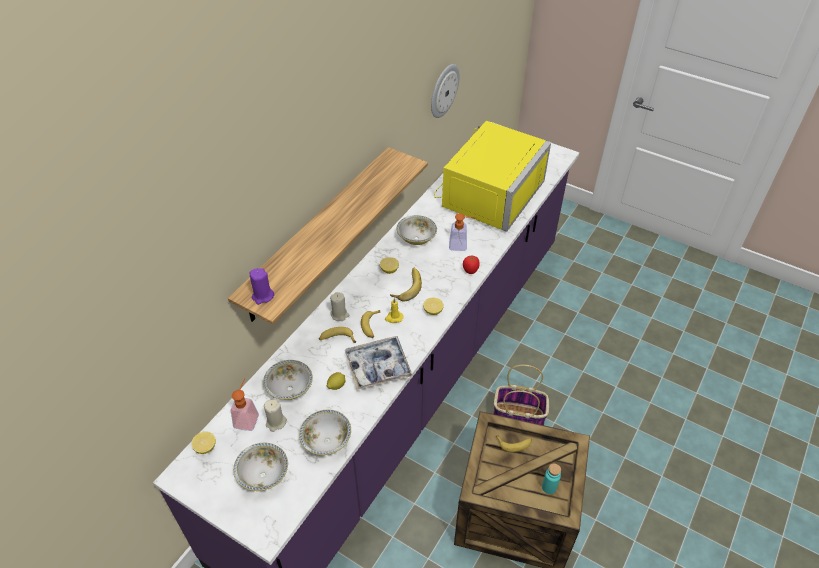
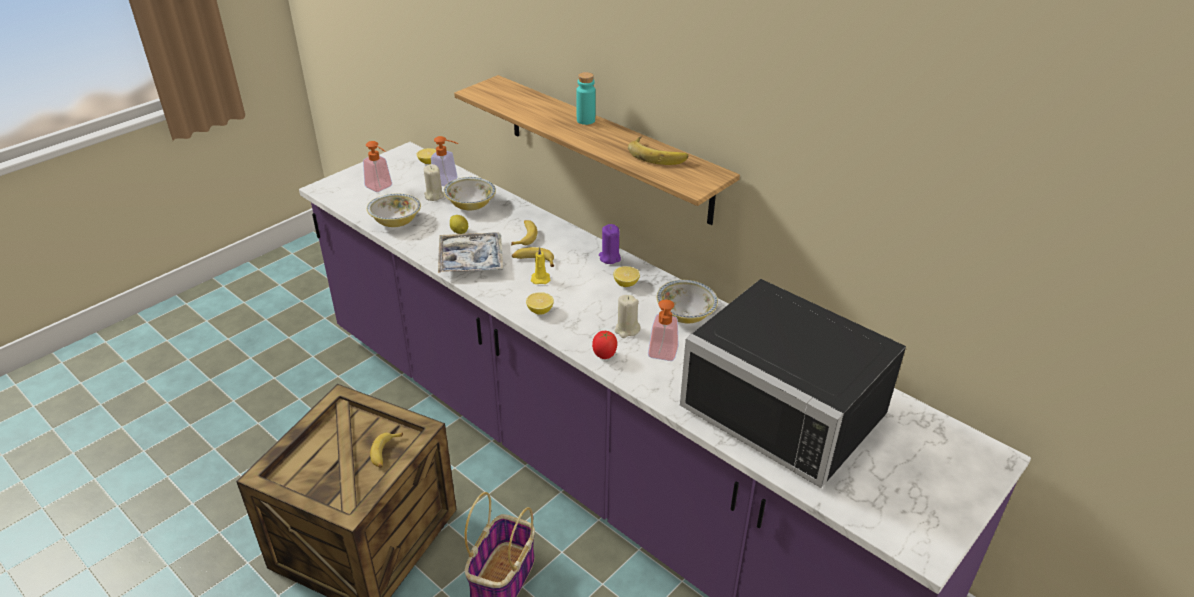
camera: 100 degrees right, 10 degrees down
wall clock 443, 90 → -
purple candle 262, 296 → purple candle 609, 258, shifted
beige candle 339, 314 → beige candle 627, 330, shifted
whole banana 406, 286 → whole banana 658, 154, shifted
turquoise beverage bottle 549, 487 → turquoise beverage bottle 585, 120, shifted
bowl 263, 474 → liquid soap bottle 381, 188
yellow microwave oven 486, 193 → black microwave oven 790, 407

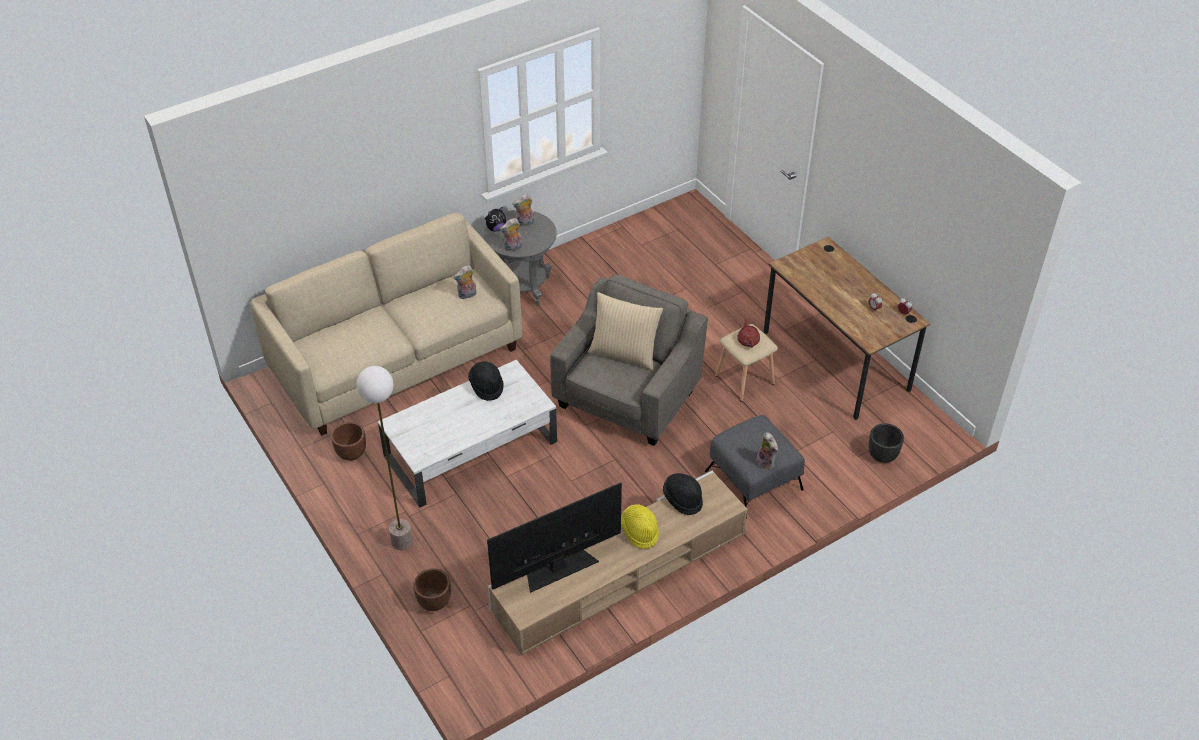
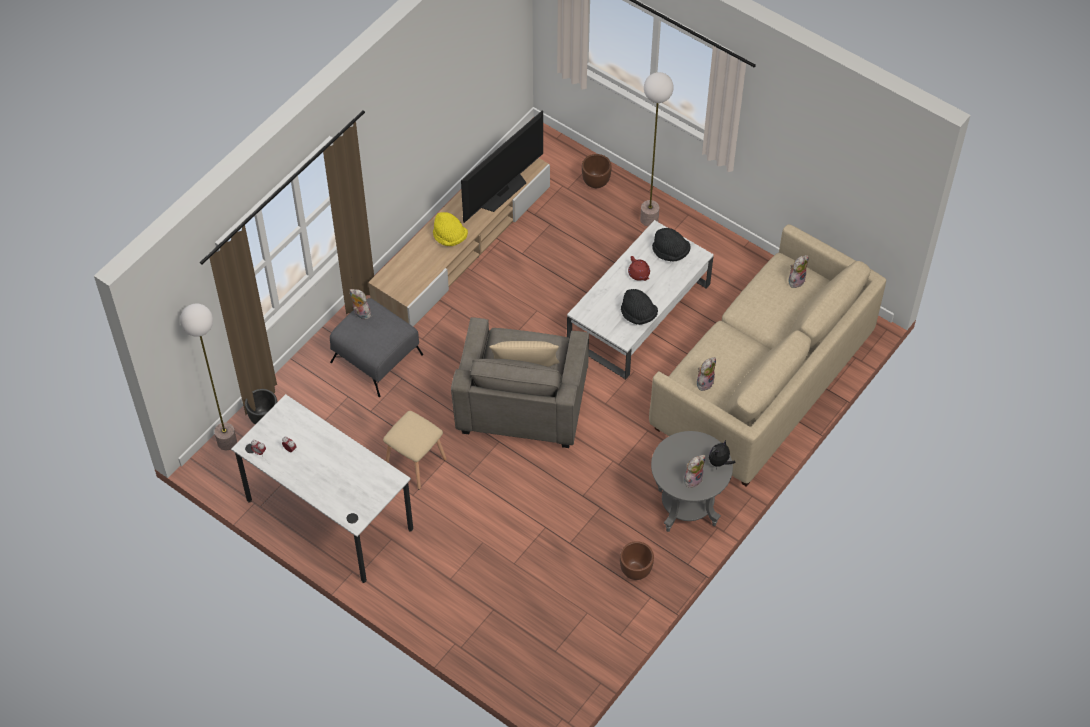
camera: 160 degrees right, 10 degrees up
- → standing lamp 227, 442
brown flower pot 351, 454 → brown flower pot 636, 571, shifted
soft toy 512, 248 → soft toy 796, 280, shifted
black clothing hat 683, 499 → black clothing hat 670, 252, shifted
red-coloured pot for tea 748, 340 → red-coloured pot for tea 639, 274, shifted
brown desk 835, 361 → whitish desk 329, 514

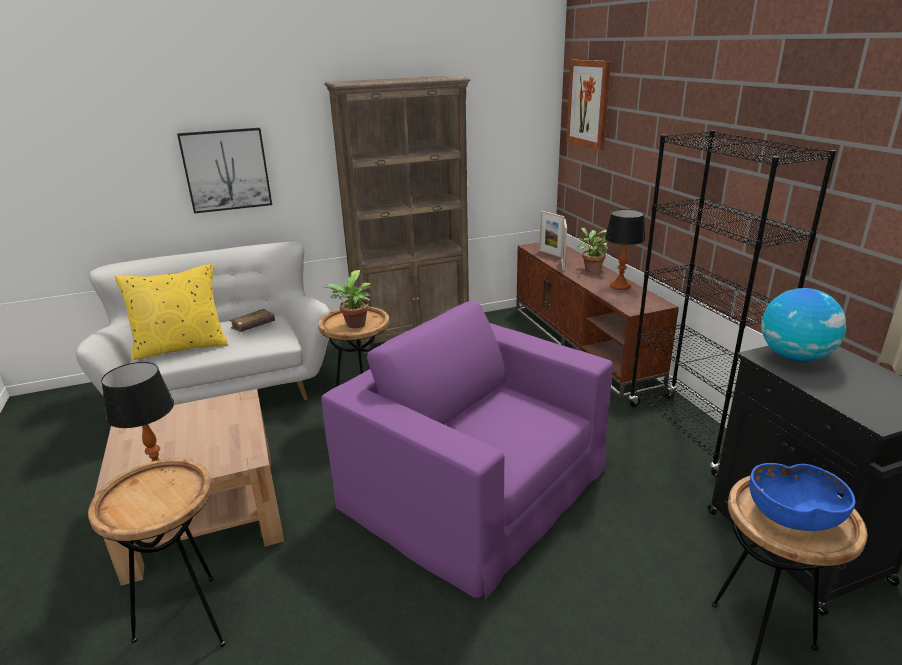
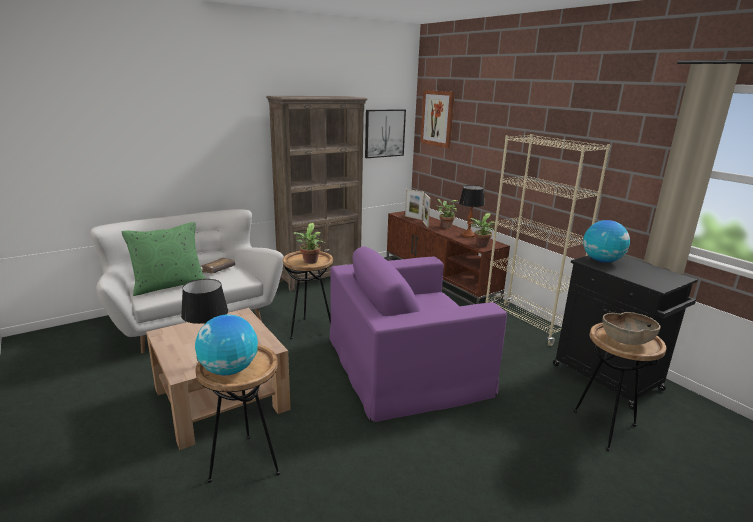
camera: 15 degrees left, 5 degrees down
- → globe 229, 370
- → houseplant 481, 245
wall art 226, 170 → wall art 384, 133, shifted
yellow cushion 181, 347 → green-coloured cushion 169, 285
black bookcase 690, 433 → beige bookcase 526, 324
bluish bowl 793, 517 → brown bowl 626, 341
purple armchair 474, 485 → purple armchair 406, 364, 45 degrees counterclockwise

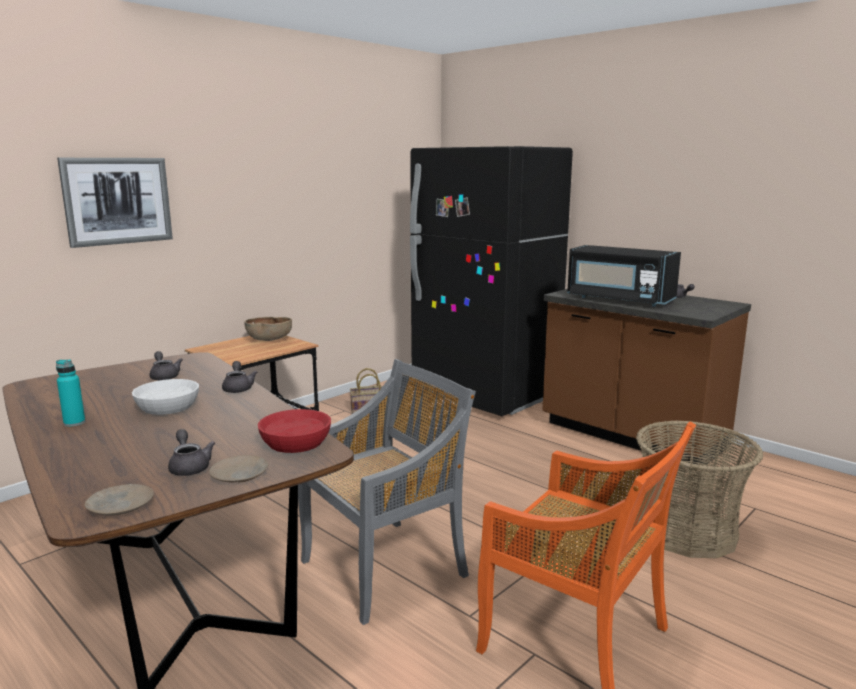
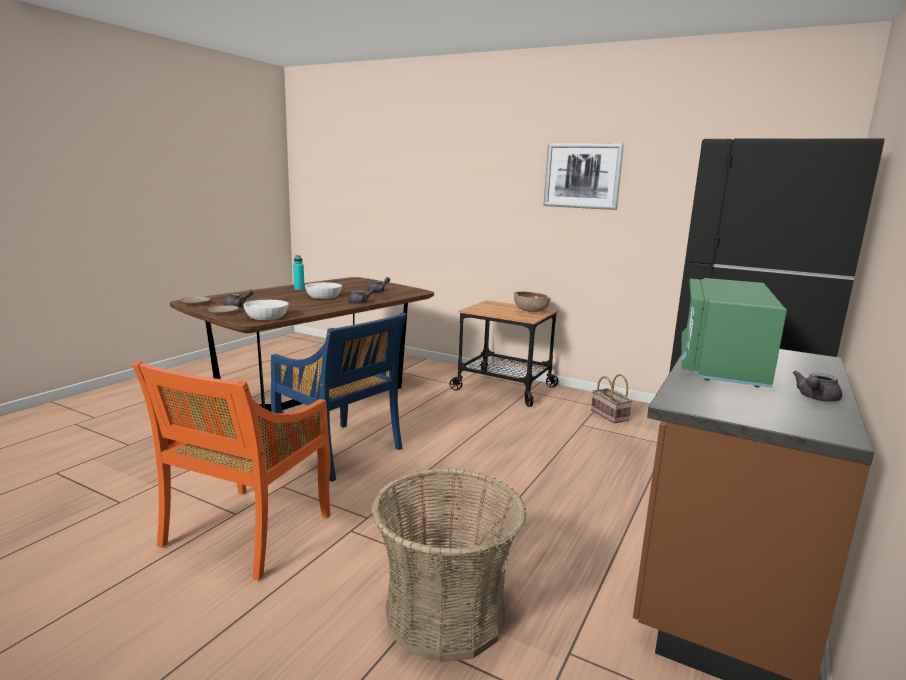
camera: 75 degrees right, 0 degrees up
wall art 117, 201 → wall art 582, 176, shifted
red-coloured bowl 295, 442 → whitish bowl 267, 317
gray upright chair 386, 567 → bluish upright chair 340, 451
black microwave oven 619, 299 → green-coloured microwave oven 721, 365

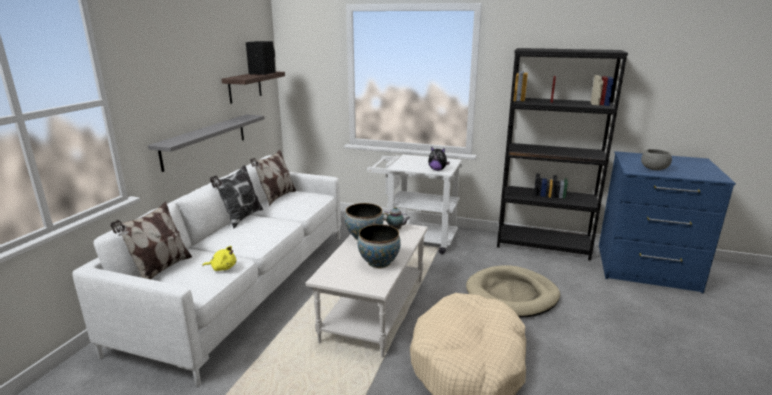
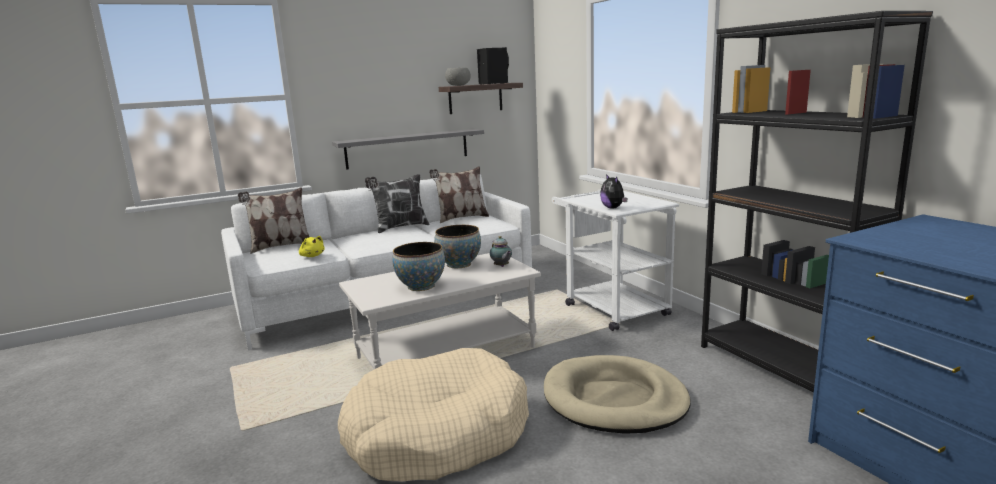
camera: 45 degrees right, 5 degrees down
gray bowl 654, 169 → gray bowl 458, 85, shifted

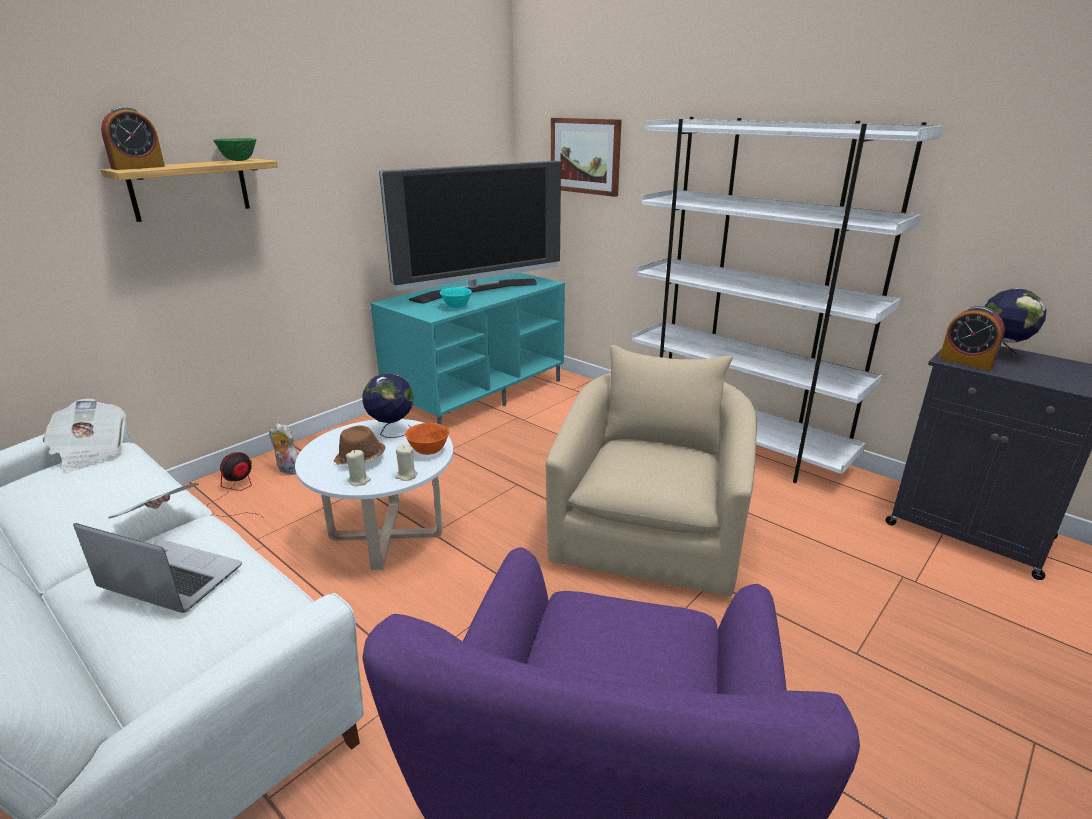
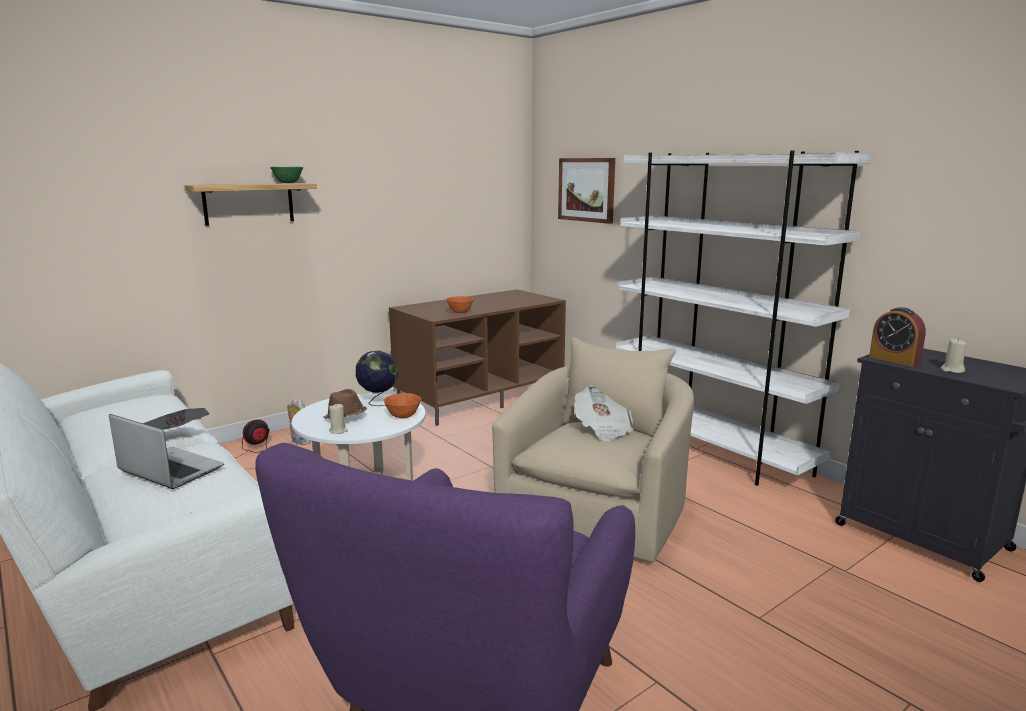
camera: 10 degrees right, 10 degrees down
table clock 138, 167 → -
television 477, 291 → -
globe 1000, 354 → -
printed paper 91, 452 → printed paper 603, 429, shifted
beige candle 406, 476 → beige candle 952, 370, shifted
turquoise tv unit 477, 393 → brown tv unit 481, 397
turquoise bowl 456, 307 → orange-coloured bowl 459, 312

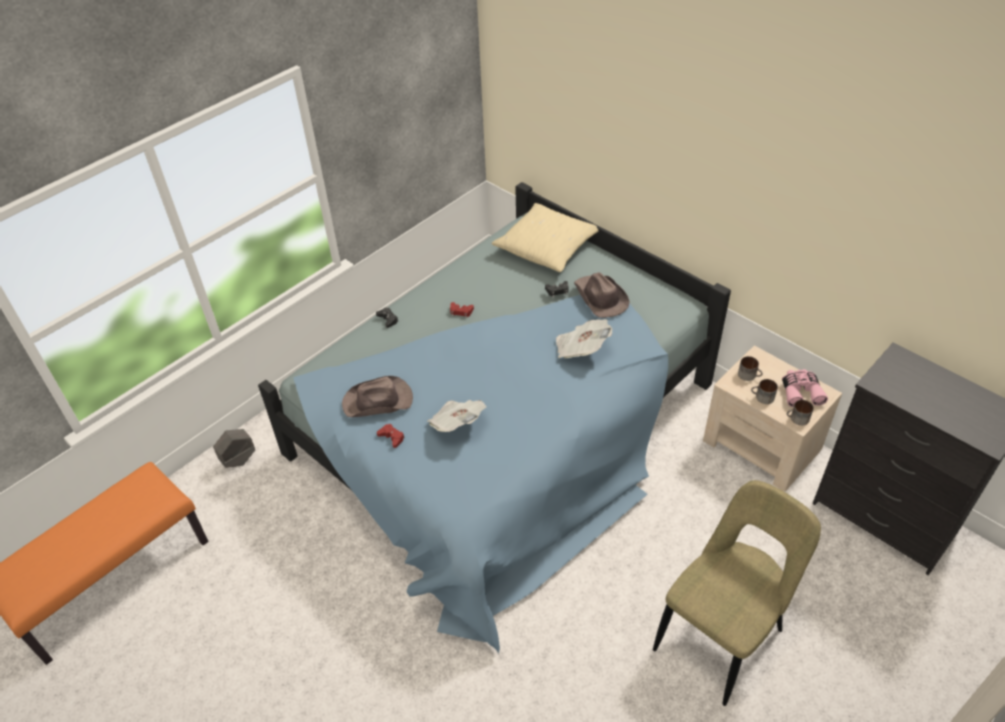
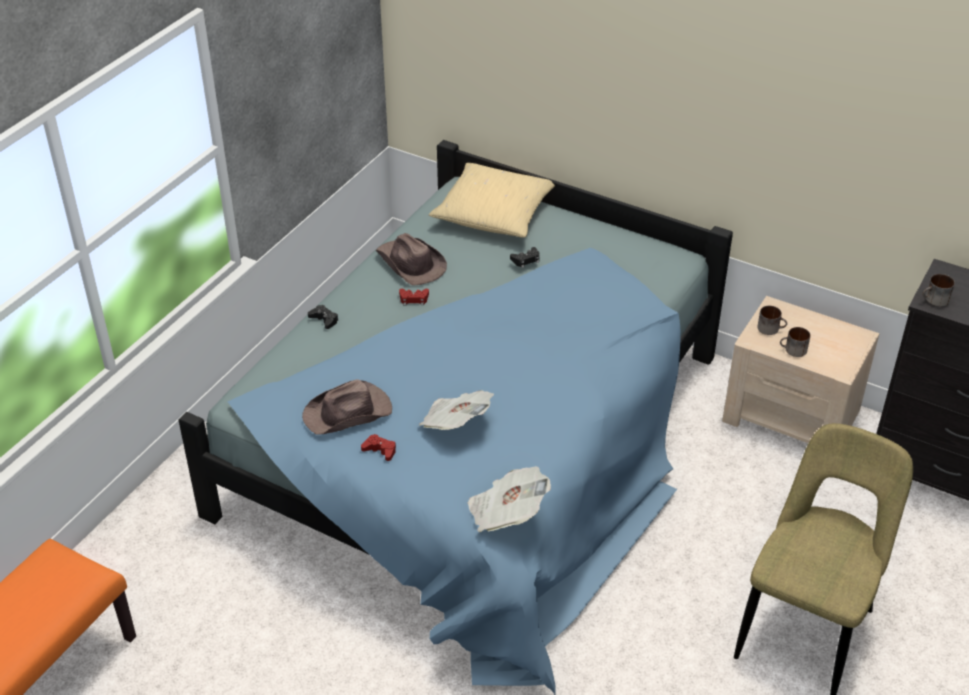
camera: 15 degrees left, 5 degrees down
gray flower pot 239, 460 → -
pink-coloured field glasses 800, 392 → -
printed paper 581, 349 → printed paper 506, 513, shifted
brown clothing hat 600, 297 → brown clothing hat 411, 264, shifted
tea mug 797, 419 → tea mug 935, 300, shifted

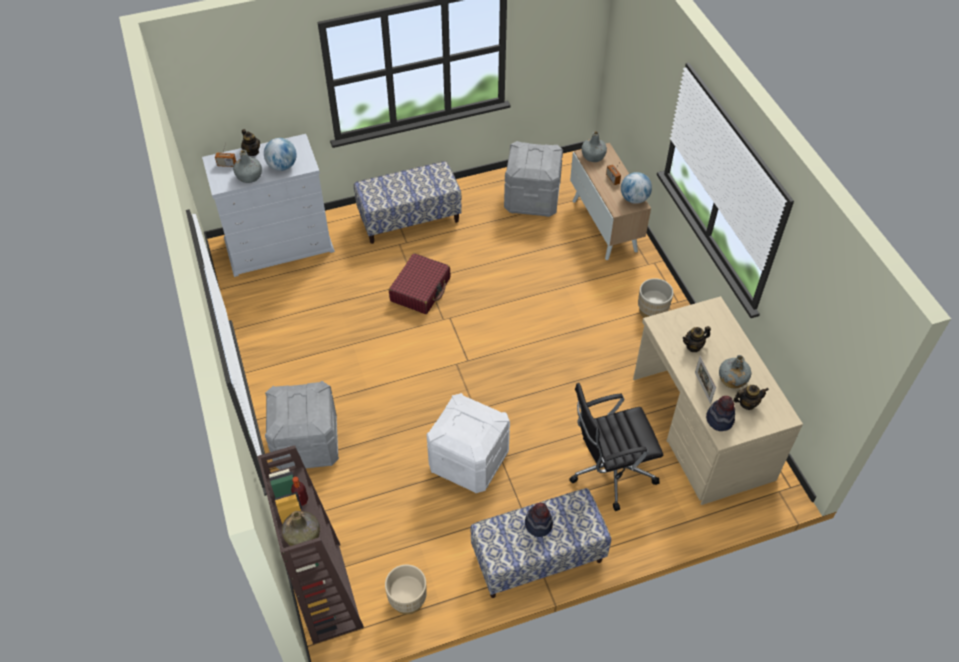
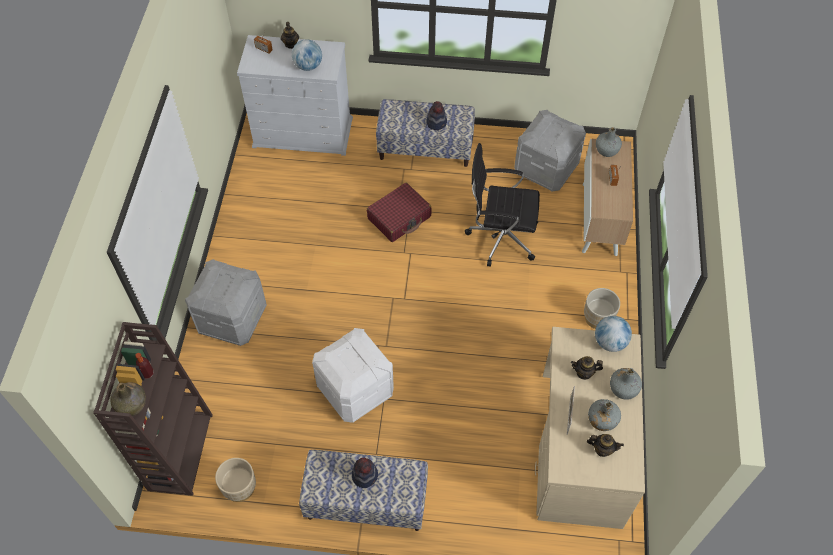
camera: 25 degrees right, 5 degrees up
gray beverage bottle 249, 176 → gray beverage bottle 624, 388, shifted
black computer chair 609, 470 → black computer chair 500, 237, shifted
globe 634, 199 → globe 610, 342, shifted
clothing hat 719, 419 → clothing hat 436, 122, shifted

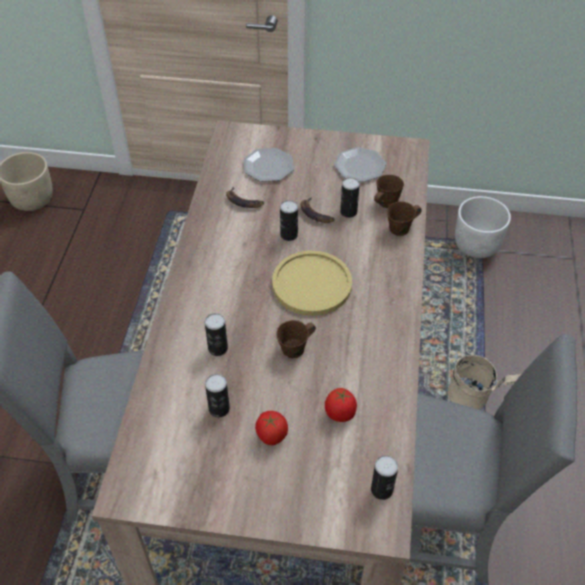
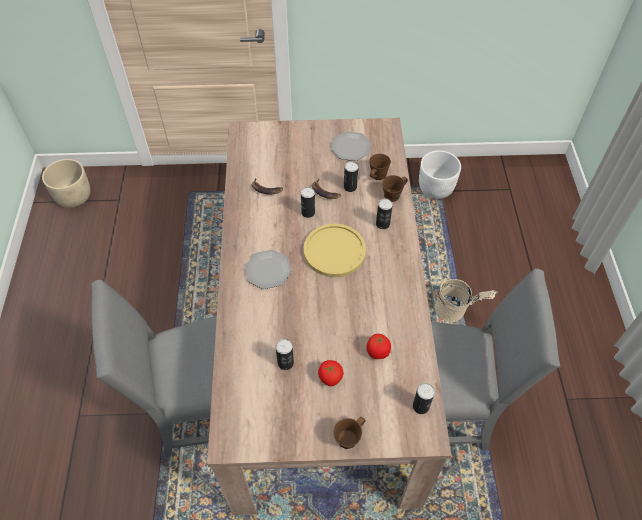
camera: 10 degrees left, 5 degrees up
can 218, 348 → can 382, 224, shifted
flat dish 268, 166 → flat dish 267, 270, shifted
brown tea mug 295, 349 → brown tea mug 348, 439, shifted

